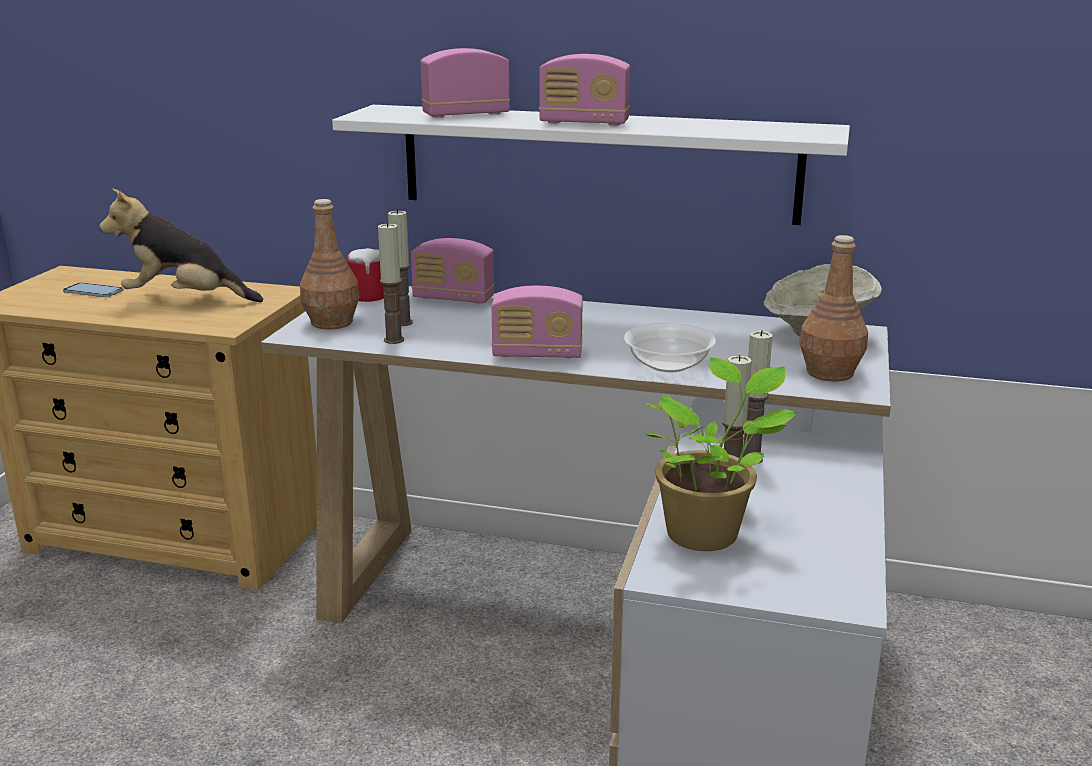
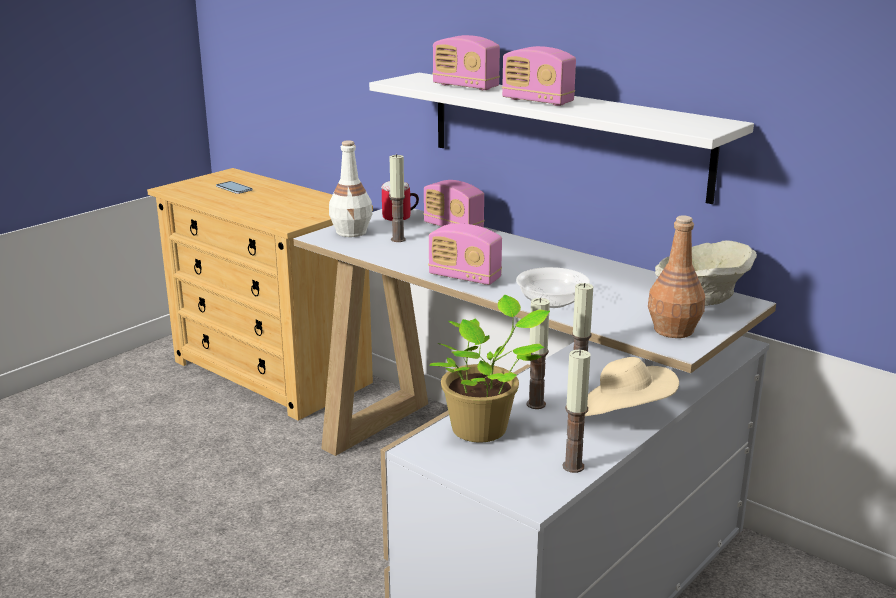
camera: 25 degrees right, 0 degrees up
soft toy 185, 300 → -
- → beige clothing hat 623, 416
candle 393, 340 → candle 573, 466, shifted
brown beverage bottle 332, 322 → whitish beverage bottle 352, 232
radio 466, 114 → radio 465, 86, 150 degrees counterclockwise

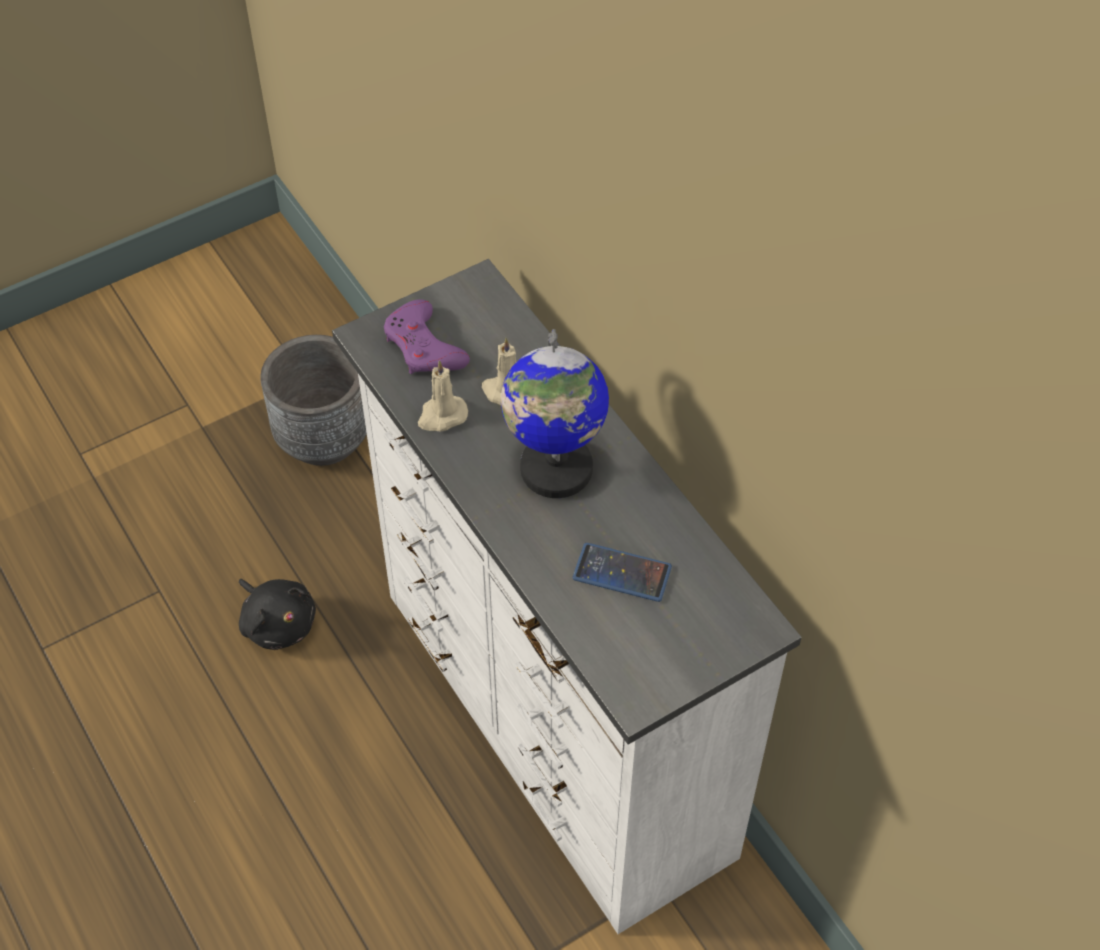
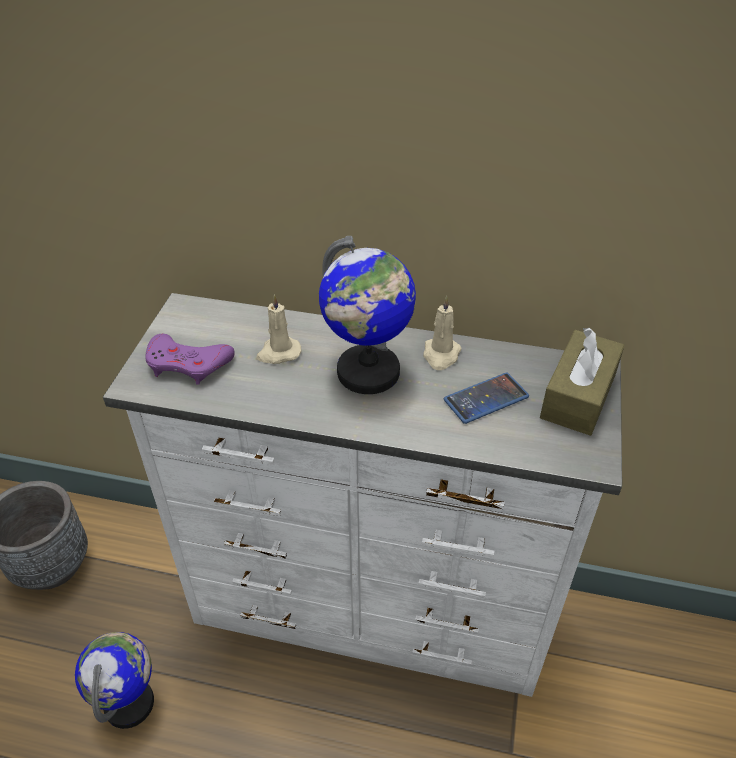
camera: 45 degrees left, 10 degrees down
- → brown box of tissues 578, 396
beige candle 442, 416 → beige candle 441, 355, shifted
black soft toy 278, 623 → globe 130, 703

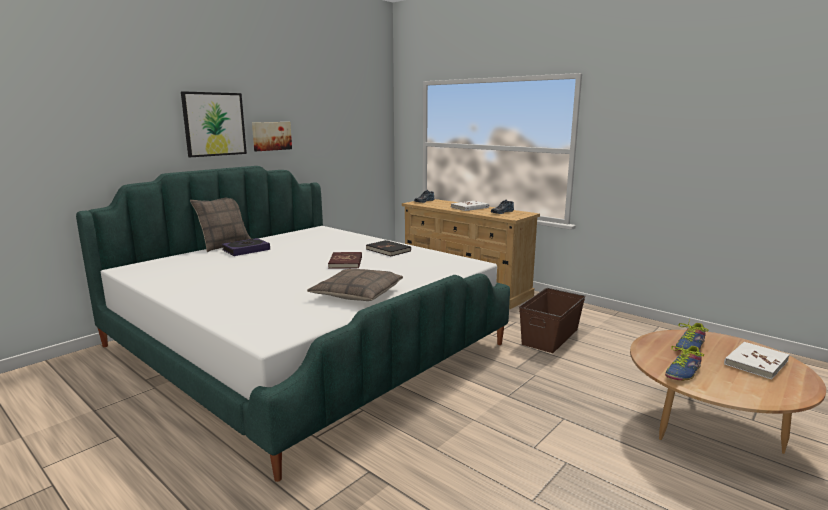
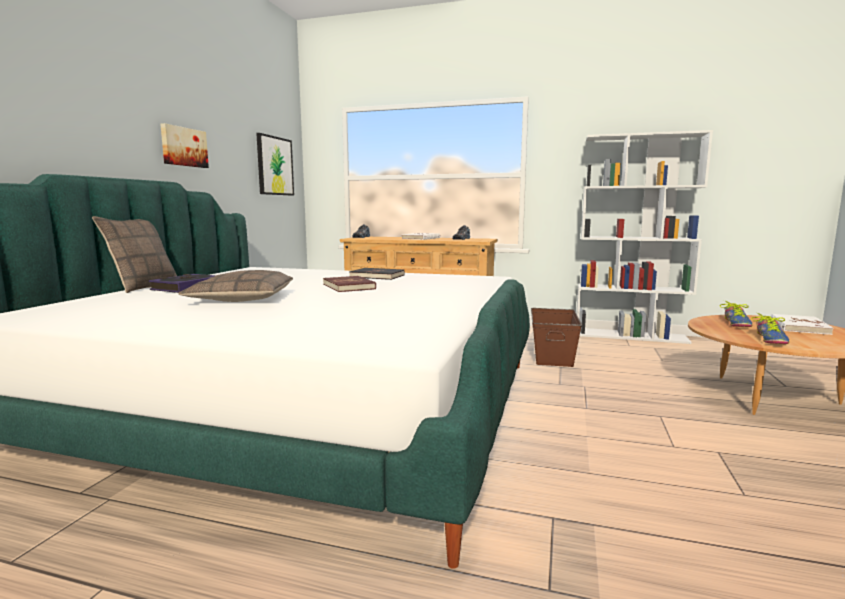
camera: 25 degrees left, 5 degrees down
- → whitish bookcase 630, 336
wall art 214, 124 → wall art 274, 166, shifted
cushion 357, 294 → cushion 241, 298, shifted

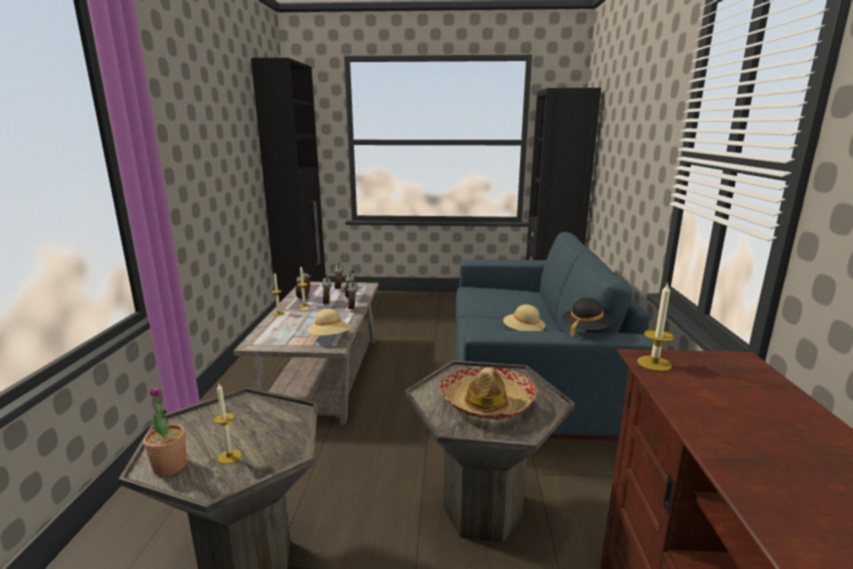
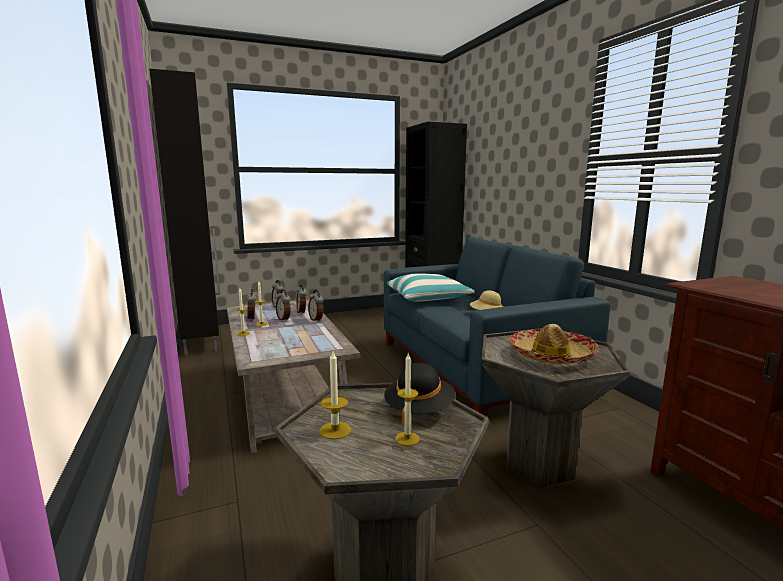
camera: 25 degrees left, 5 degrees down
houseplant 170, 466 → -
beige clothing hat 329, 338 → -
- → cushion 427, 298
black clothing hat 586, 330 → black clothing hat 419, 410, shifted
candle 654, 363 → candle 335, 430, shifted

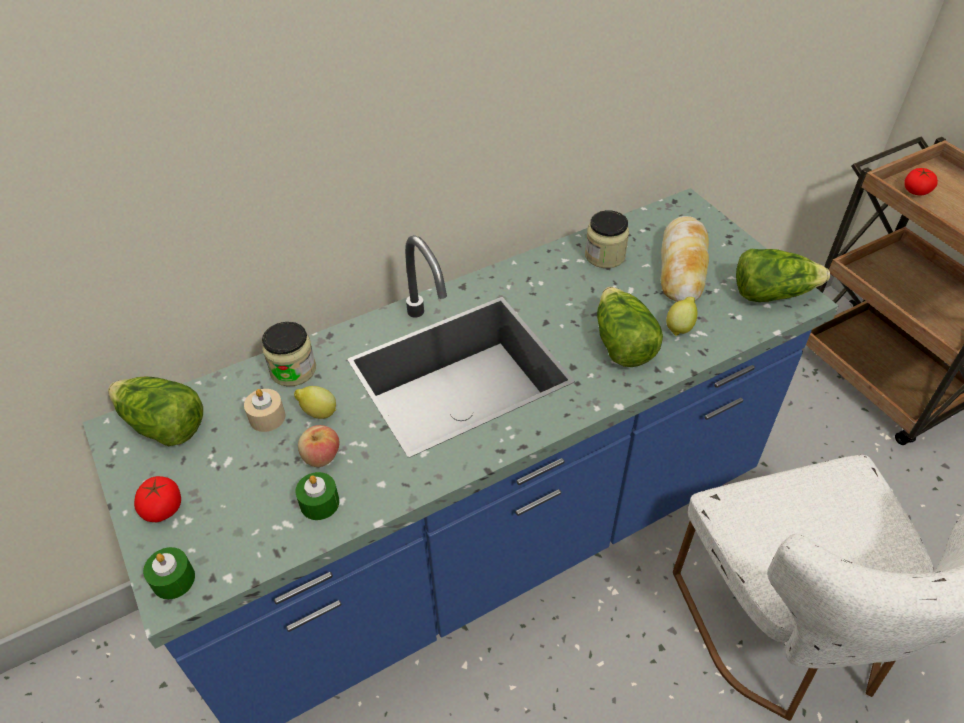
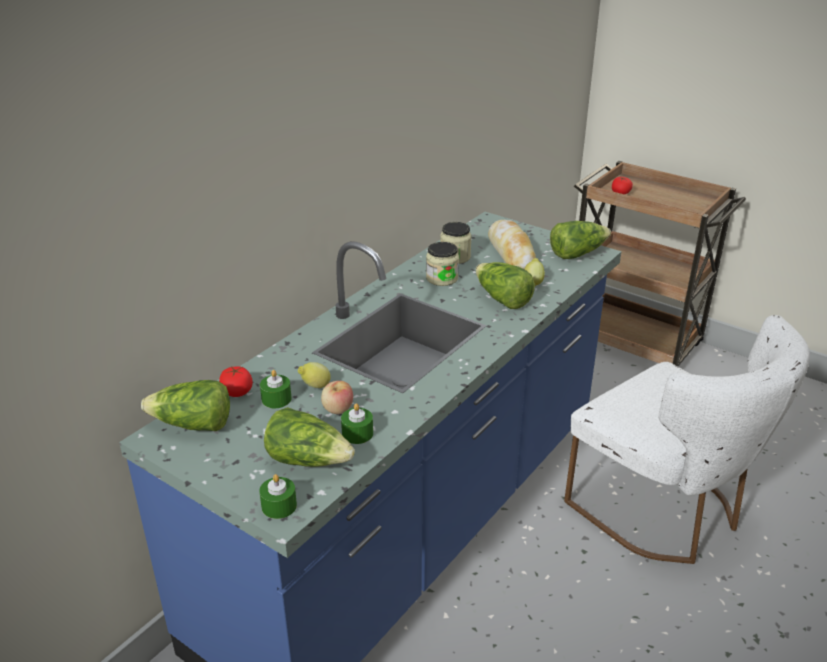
camera: 25 degrees left, 15 degrees down
- → lettuce 308, 460
fresh tomato 163, 508 → fresh tomato 237, 391, shifted
preserve jar 293, 370 → preserve jar 442, 278, shifted
beige candle 267, 417 → green-coloured candle 276, 399

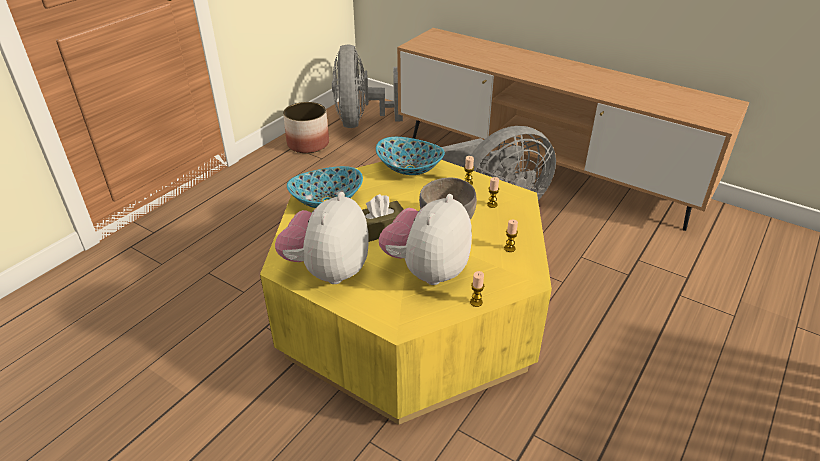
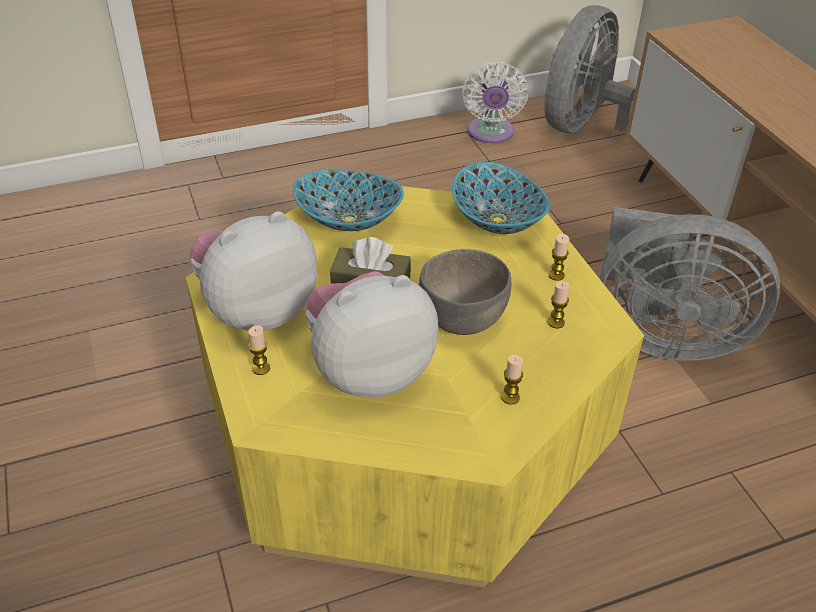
camera: 35 degrees right, 5 degrees up
candle 476, 302 → candle 261, 368, shifted
flower pot 308, 144 → whitish cooling fan 490, 134

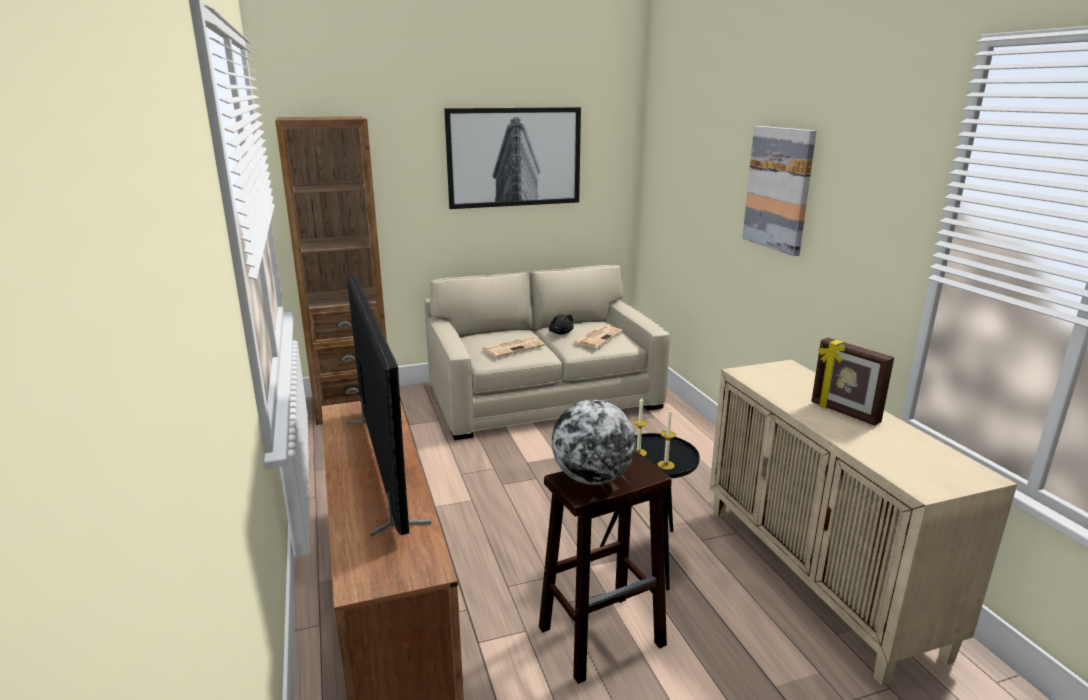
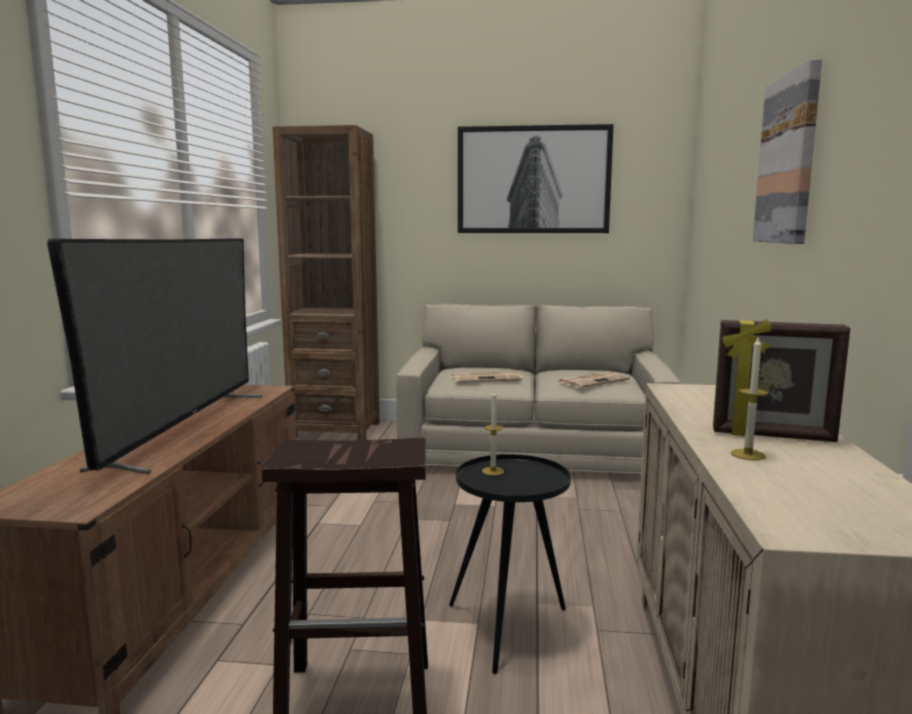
camera: 25 degrees right, 10 degrees down
black soft toy 560, 333 → -
globe 592, 478 → -
candle 666, 465 → candle 748, 454, shifted
standing frame 844, 413 → standing frame 772, 436, 60 degrees counterclockwise

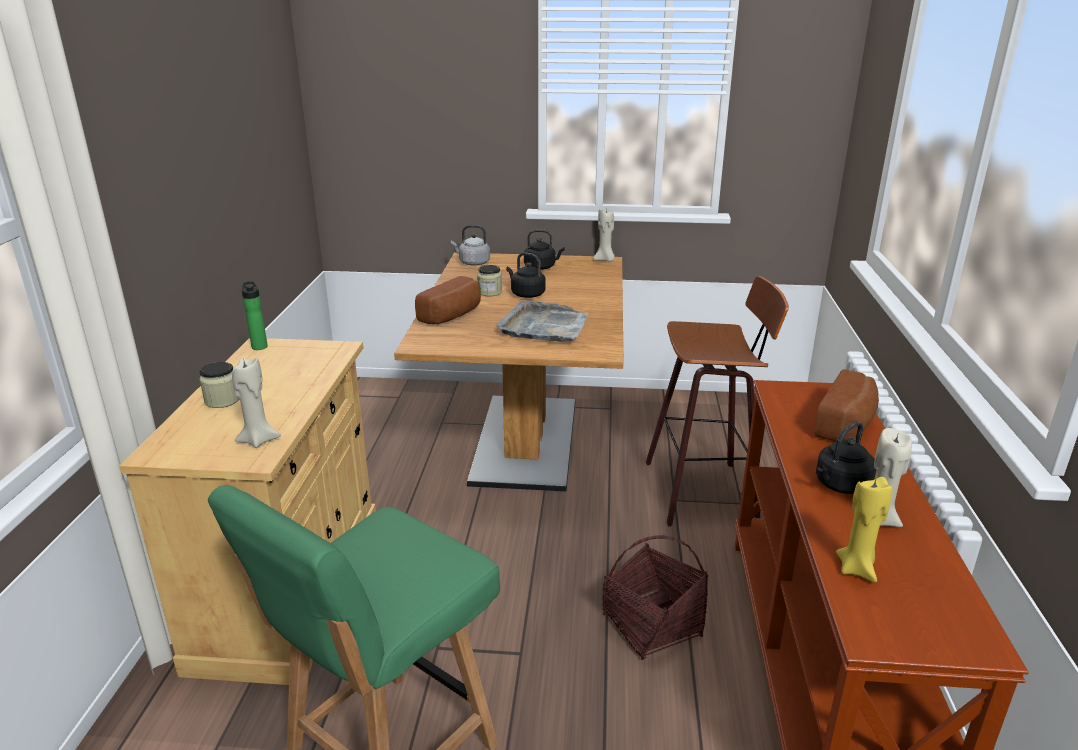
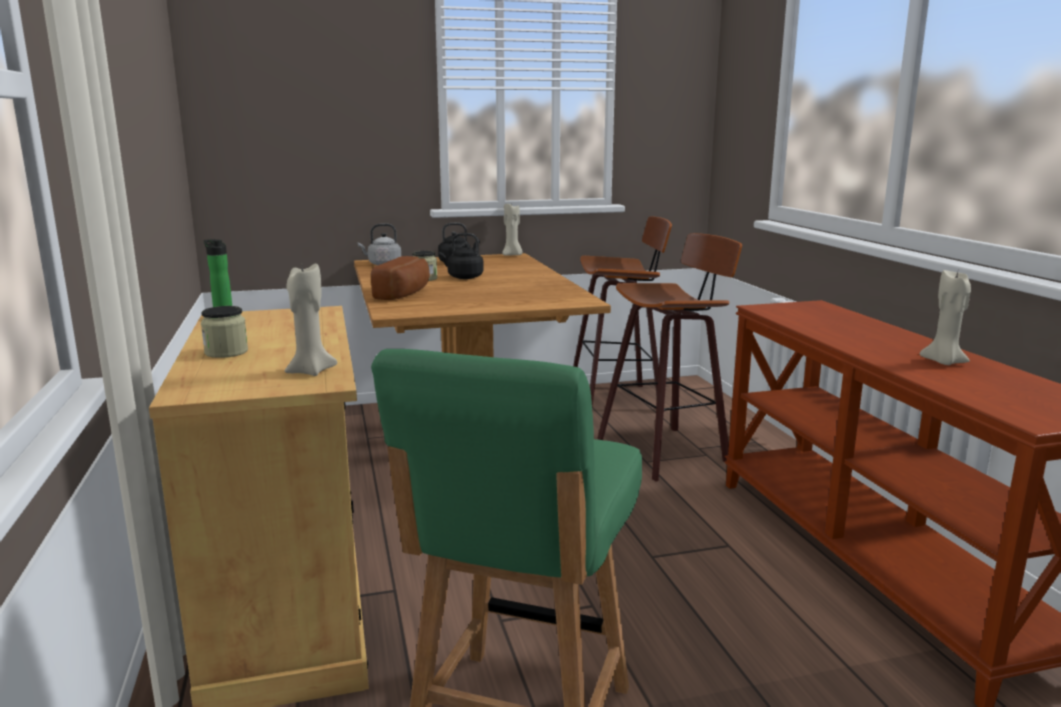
camera: 20 degrees left, 10 degrees down
gray tray 544, 326 → -
household basket 652, 626 → -
baked bread 847, 424 → -
black water kettle 840, 485 → -
yellow candle 857, 569 → -
- → stool seat 618, 399

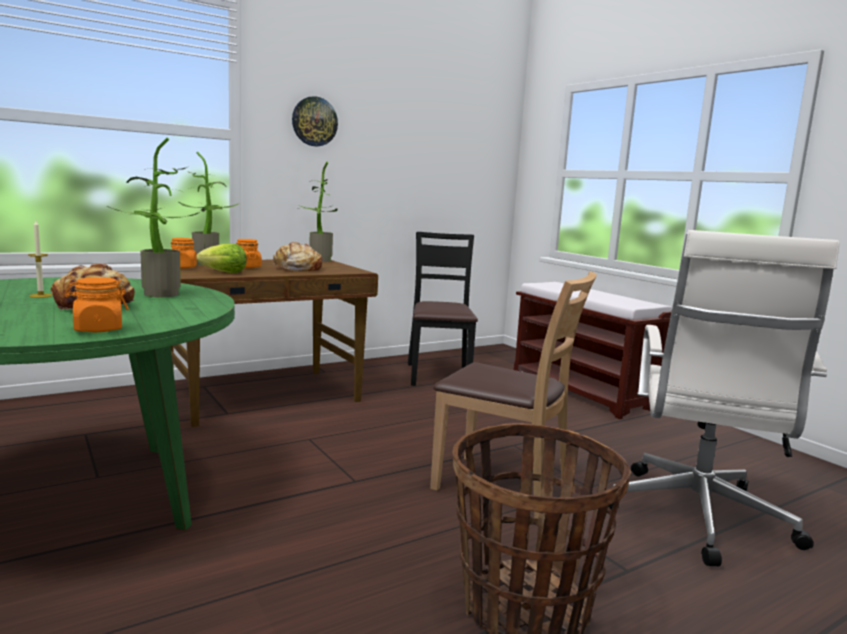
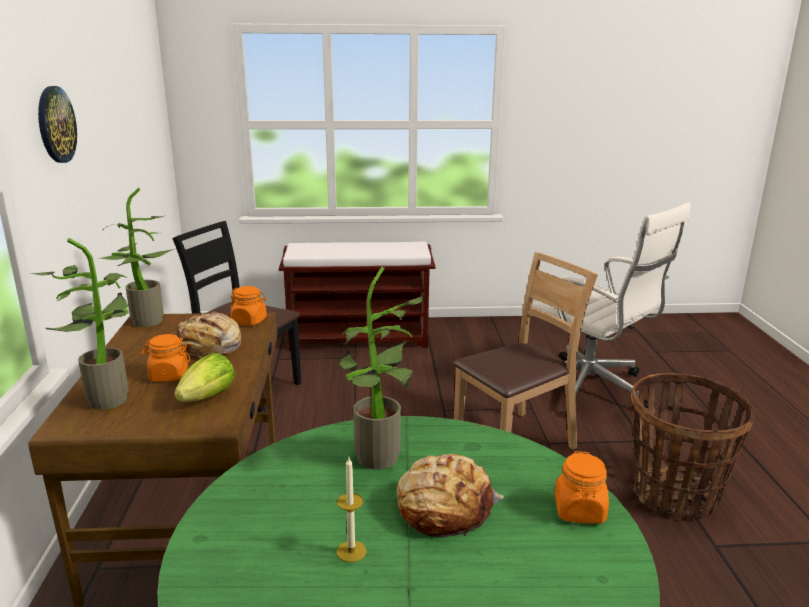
camera: 60 degrees left, 10 degrees up
orange-coloured preserve jar 183, 267 → orange-coloured preserve jar 249, 321, shifted

